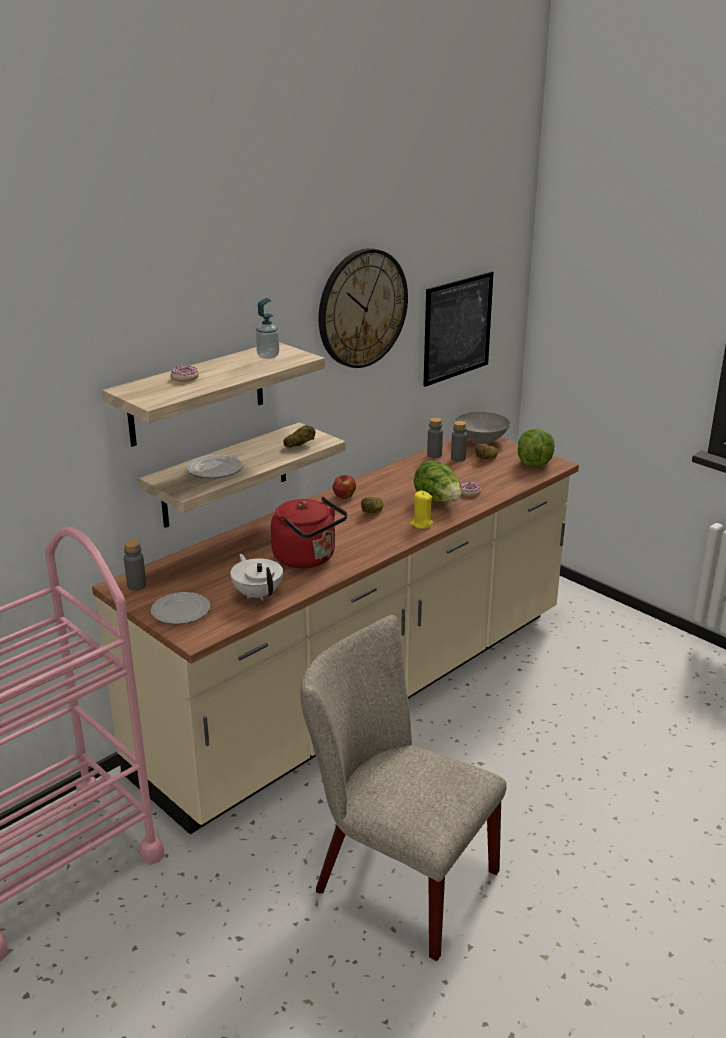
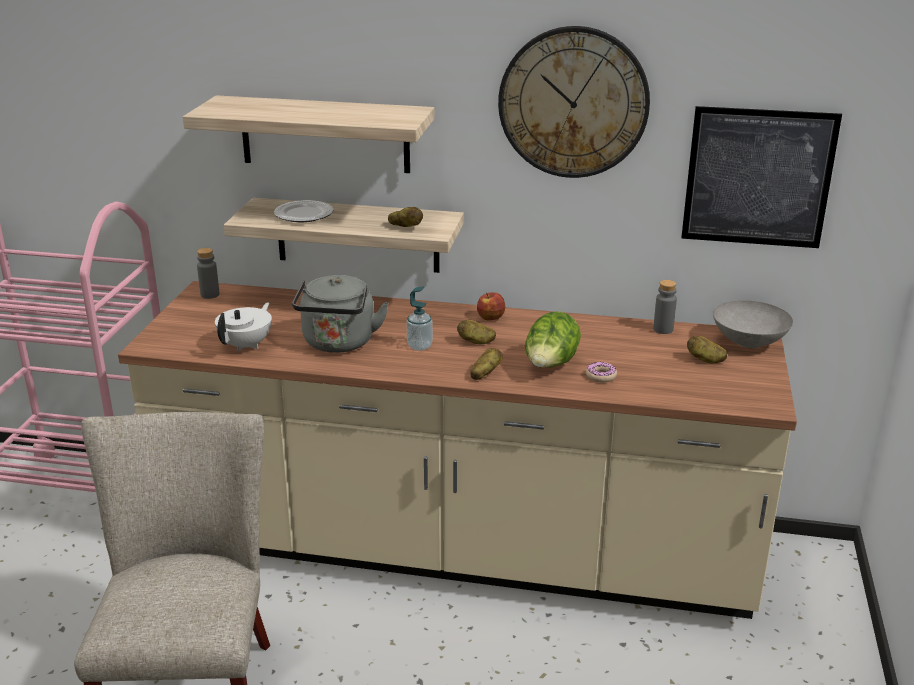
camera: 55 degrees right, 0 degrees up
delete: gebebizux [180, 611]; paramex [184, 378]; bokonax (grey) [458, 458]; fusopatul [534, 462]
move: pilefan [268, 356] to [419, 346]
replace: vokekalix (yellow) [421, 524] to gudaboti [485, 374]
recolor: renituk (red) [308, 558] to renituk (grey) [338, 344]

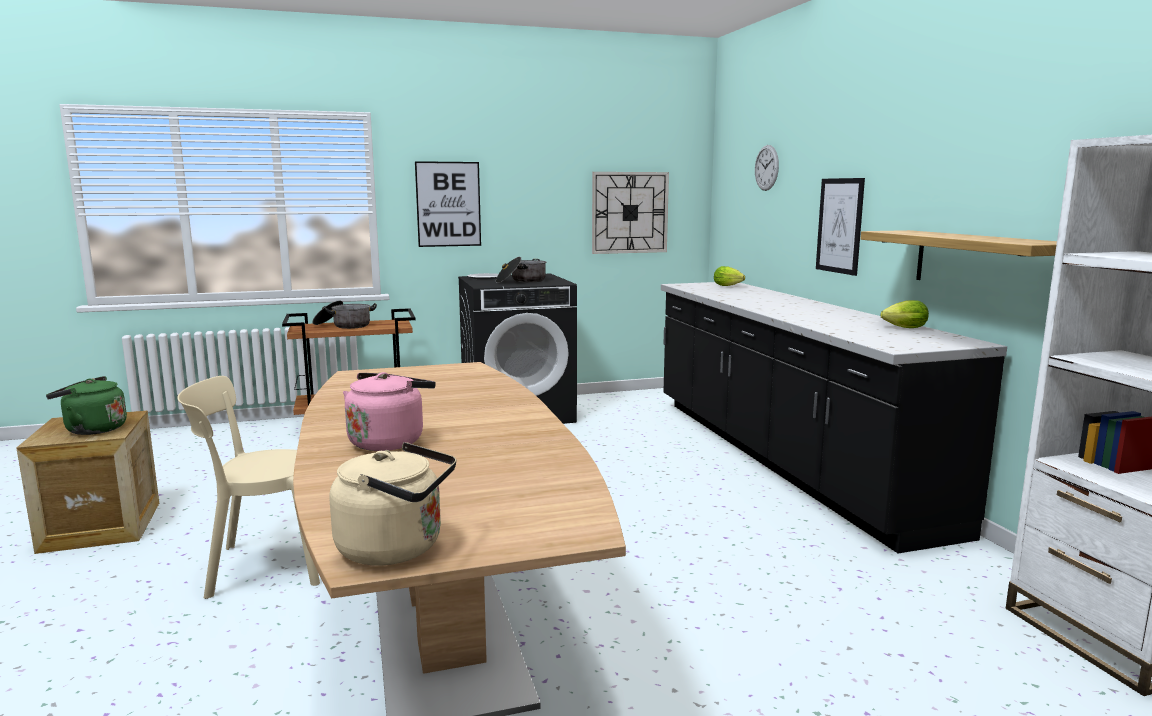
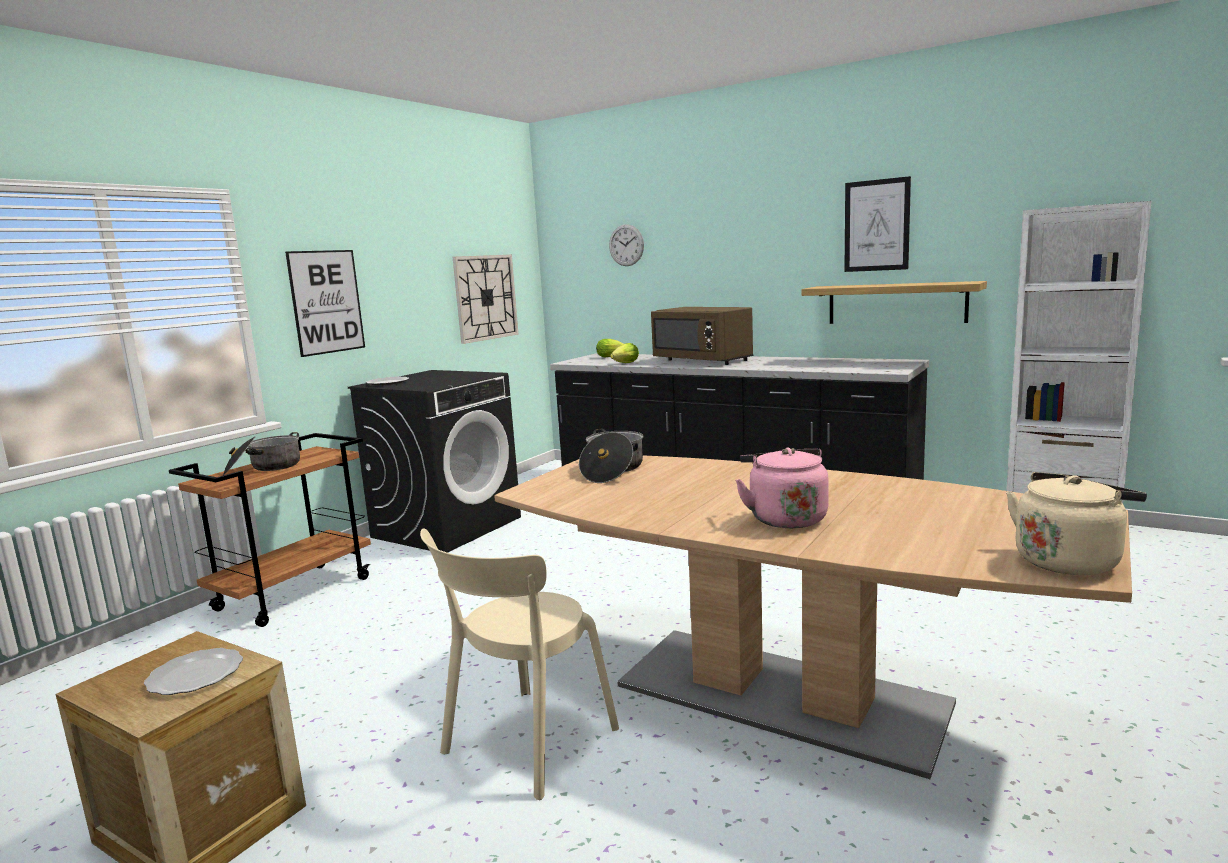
camera: 40 degrees left, 0 degrees up
insert: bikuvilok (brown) [703, 361]
move: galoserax [521, 281] to [612, 470]; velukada [839, 225] to [876, 225]; fusopatul [902, 328] to [624, 363]
replace: renituk (green) [92, 429] to gebebizux [194, 675]

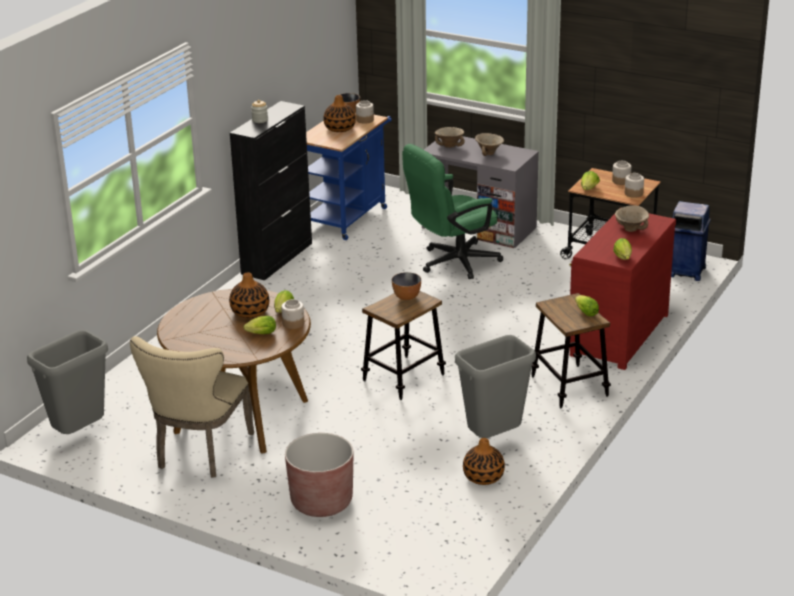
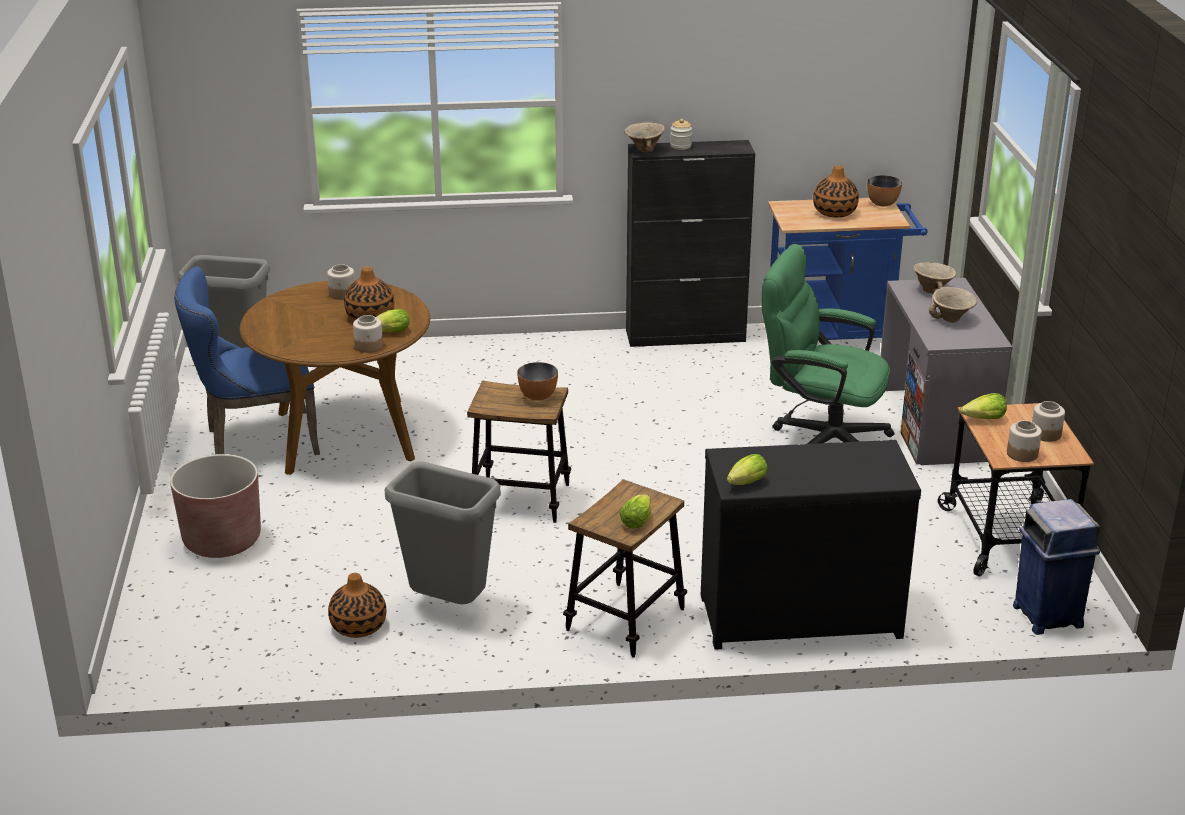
camera: 55 degrees right, 0 degrees up
delete: fusopatul [260, 334]
move: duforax [365, 120] to [342, 294]; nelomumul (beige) [630, 230] to [643, 150]
recolor: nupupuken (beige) [200, 453] to nupupuken (blue) [255, 440]; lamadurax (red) [616, 334] to lamadurax (black) [797, 613]

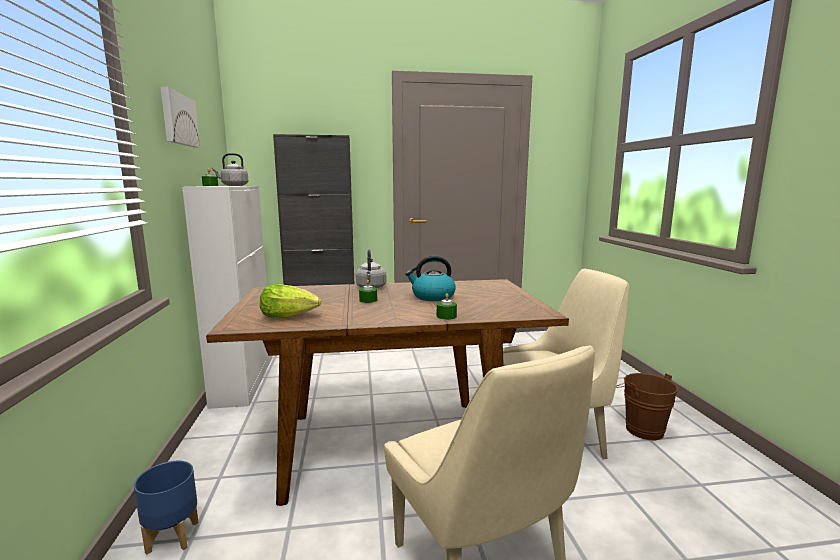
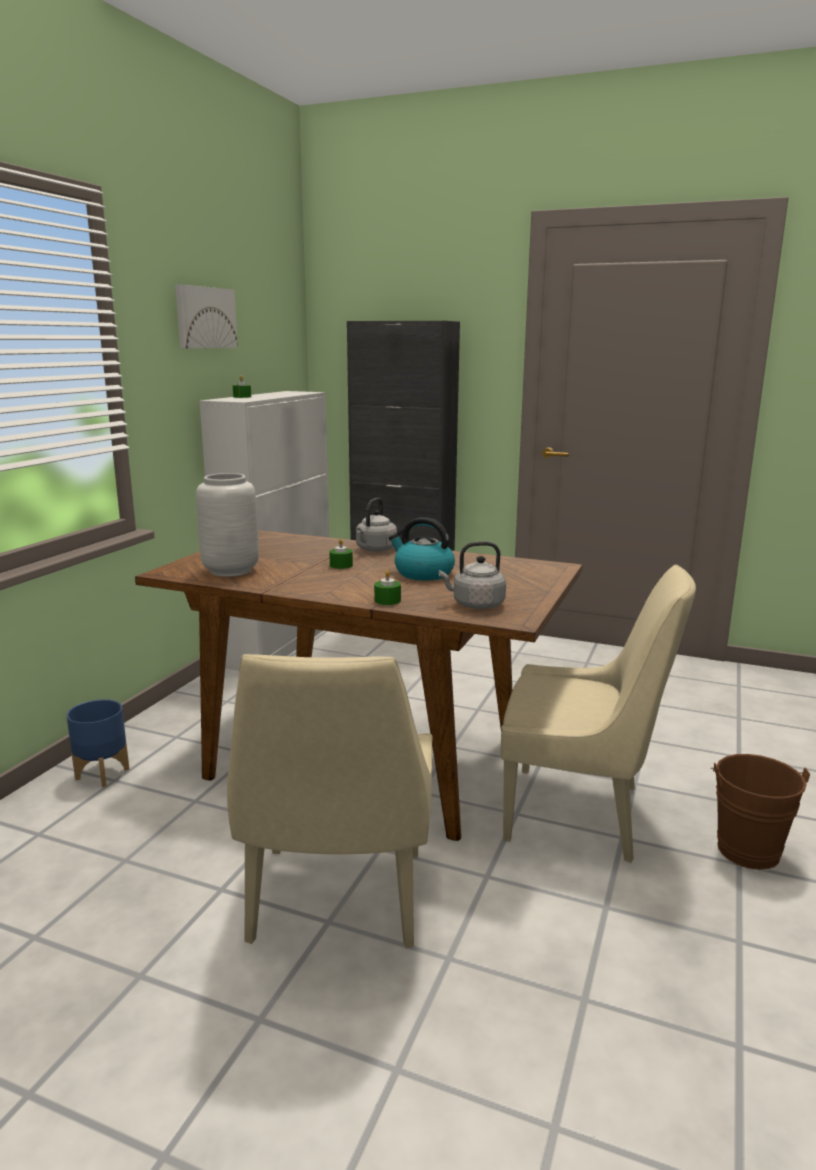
camera: 30 degrees right, 5 degrees up
move: renituk (grey) [233, 185] to [475, 605]
replace: fusopatul [289, 316] to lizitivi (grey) [231, 570]

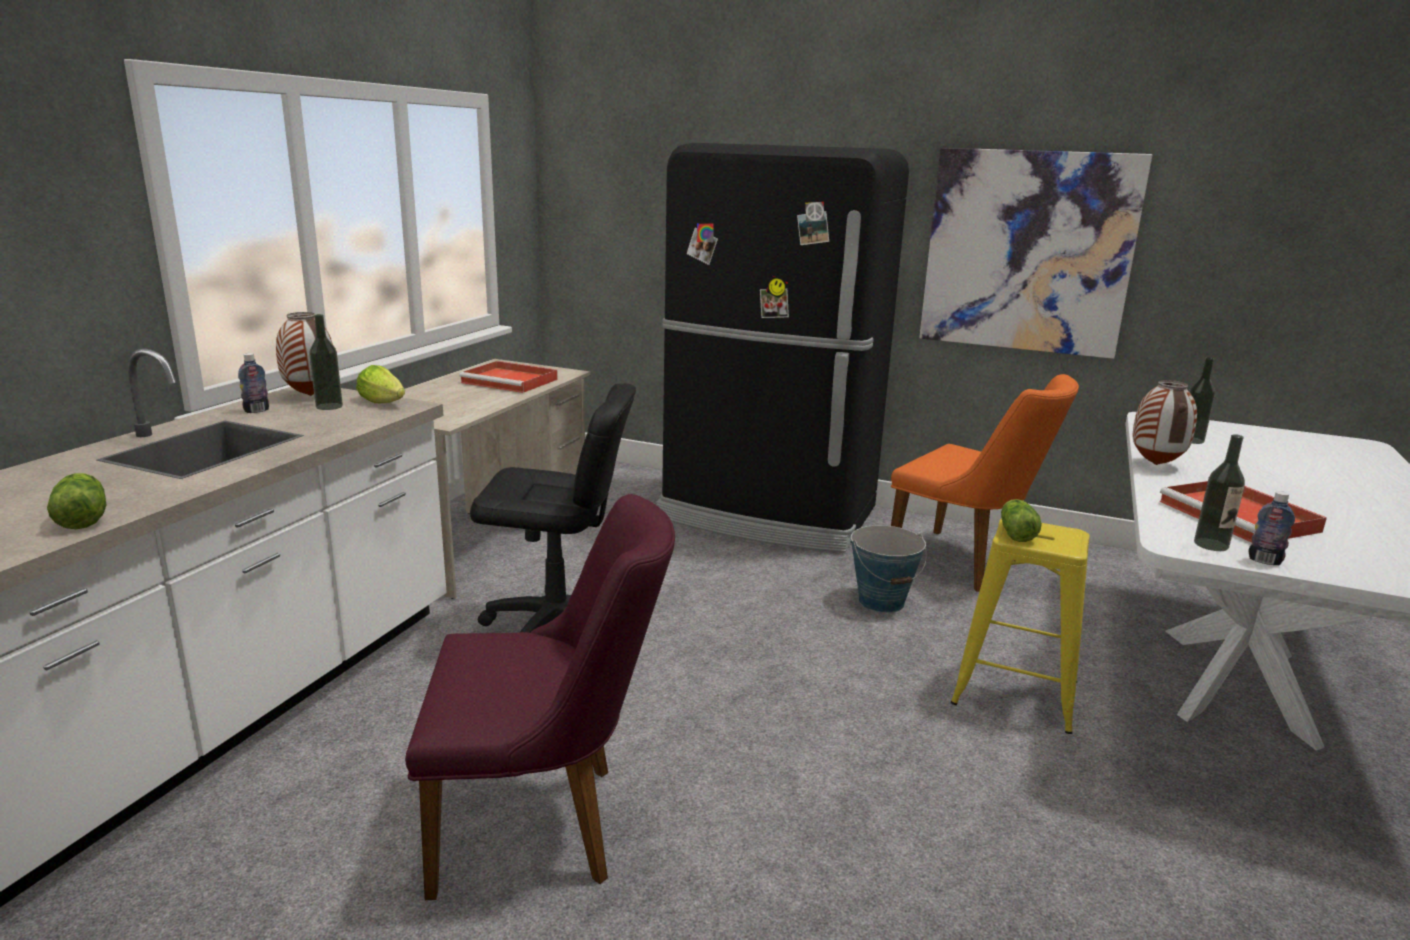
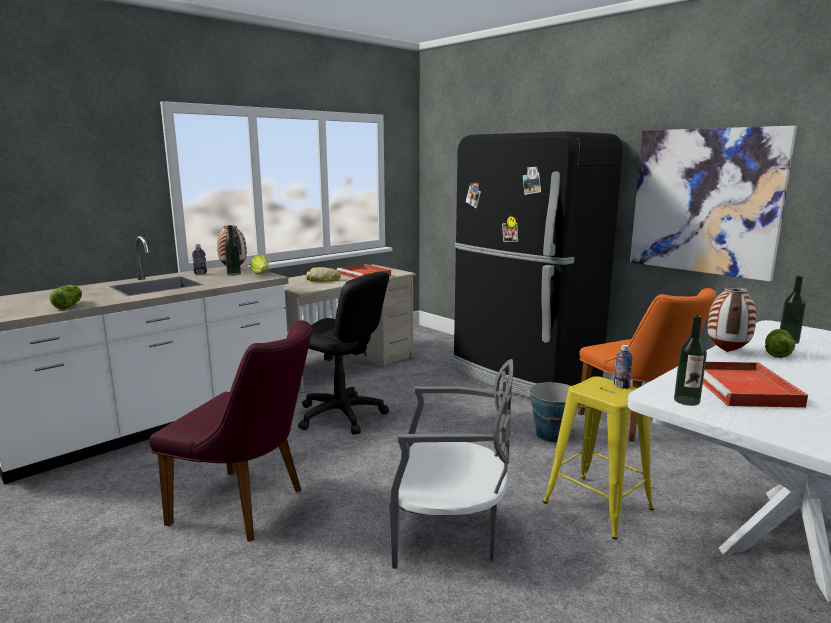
camera: 25 degrees right, 5 degrees down
insert: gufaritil [323, 280]; nupupuken (grey) [449, 535]
move: fusopatul [1016, 532] to [777, 353]; bokonax [1264, 561] to [621, 386]

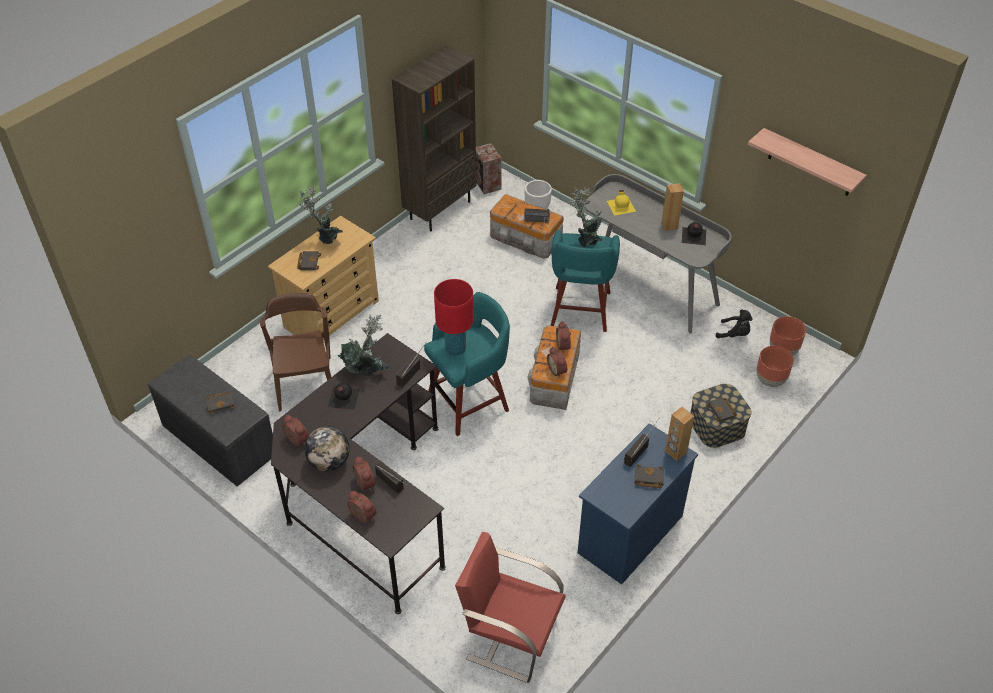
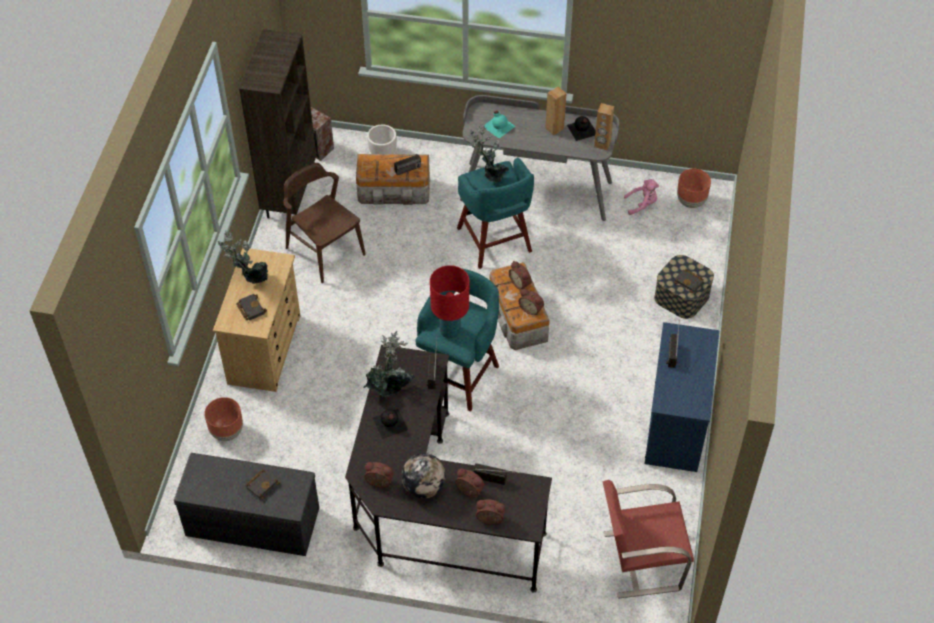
camera: 30 degrees left, 5 degrees up
delete: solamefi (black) [648, 478]; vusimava [810, 163]
move: nupupuken (brown) [305, 383] to [325, 251]; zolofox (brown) [675, 452] to [602, 144]; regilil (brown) [770, 380] to [226, 431]
recolor: bokonax (yellow) [621, 205] to bokonax (turquoise) [498, 126]; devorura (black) [734, 334] to devorura (pink) [642, 204]

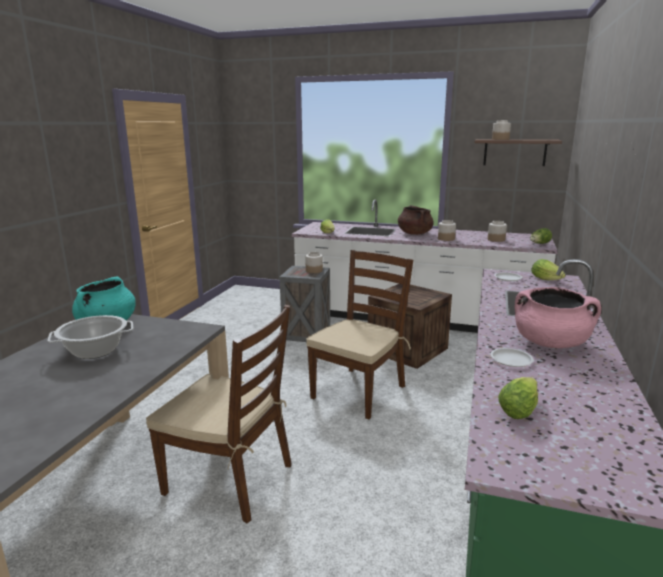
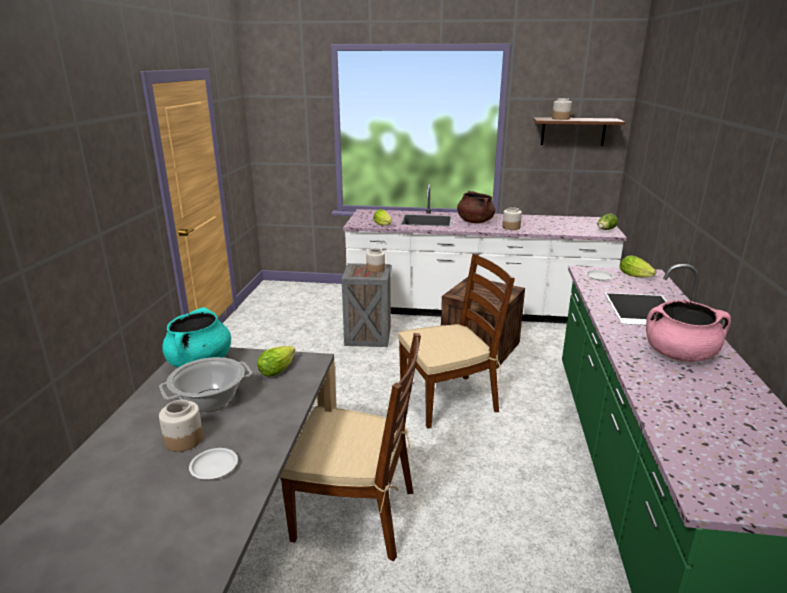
camera: 10 degrees left, 5 degrees up
move: duforax [496, 240] to [183, 440]; gebebizux (white) [511, 360] to [214, 466]; fusopatul [520, 408] to [279, 368]
rotate: nupupuken (brown) [359, 391] = [449, 400] 45 degrees clockwise

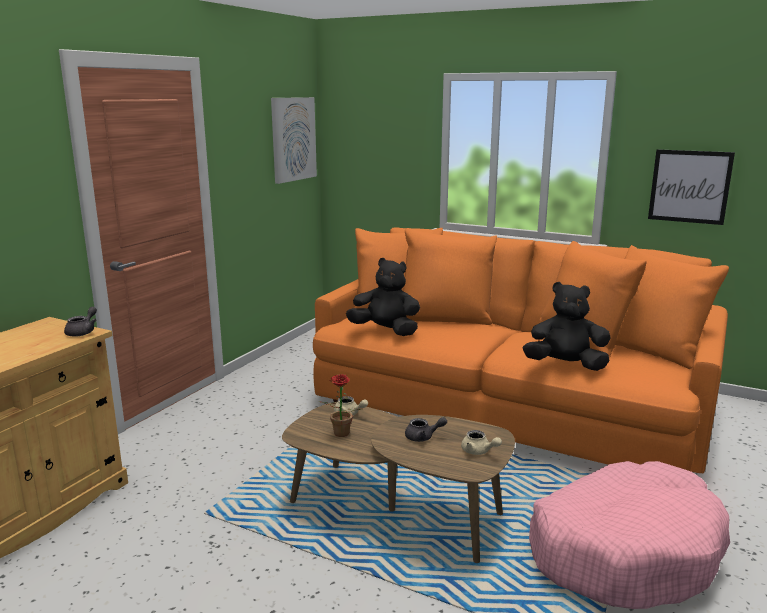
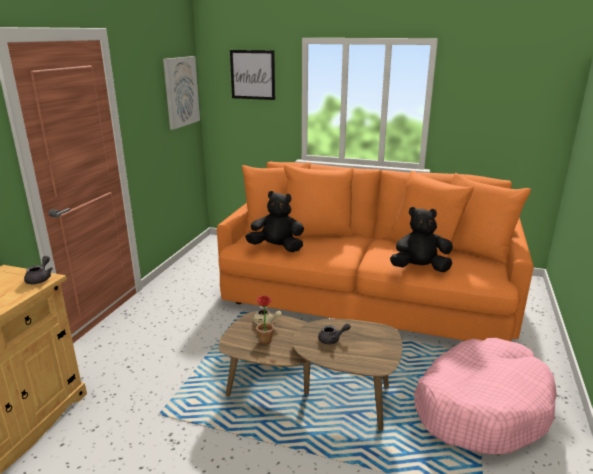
camera: 10 degrees left, 5 degrees up
delete: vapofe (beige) [478, 451]
move: velukada [689, 186] to [252, 75]

